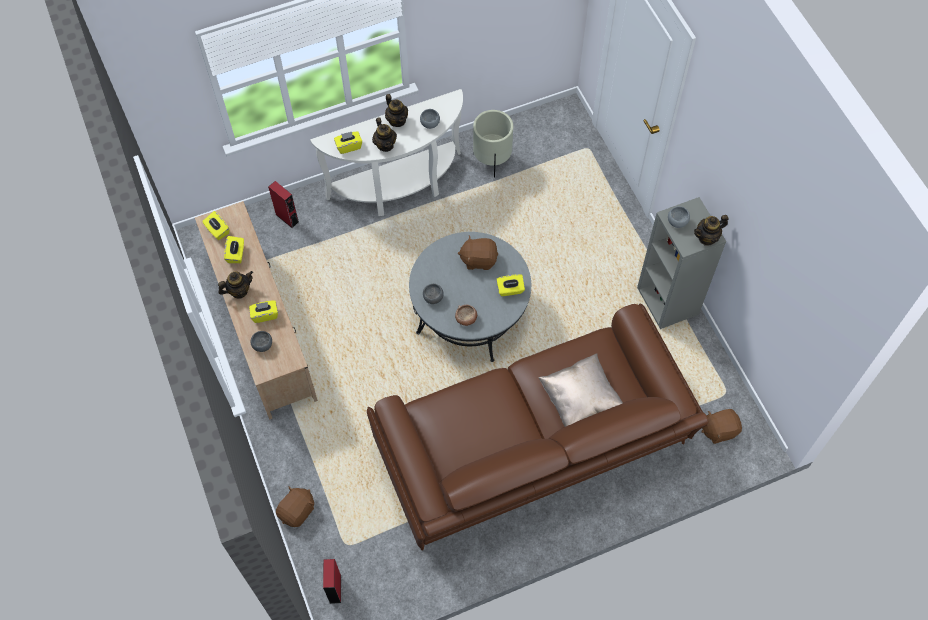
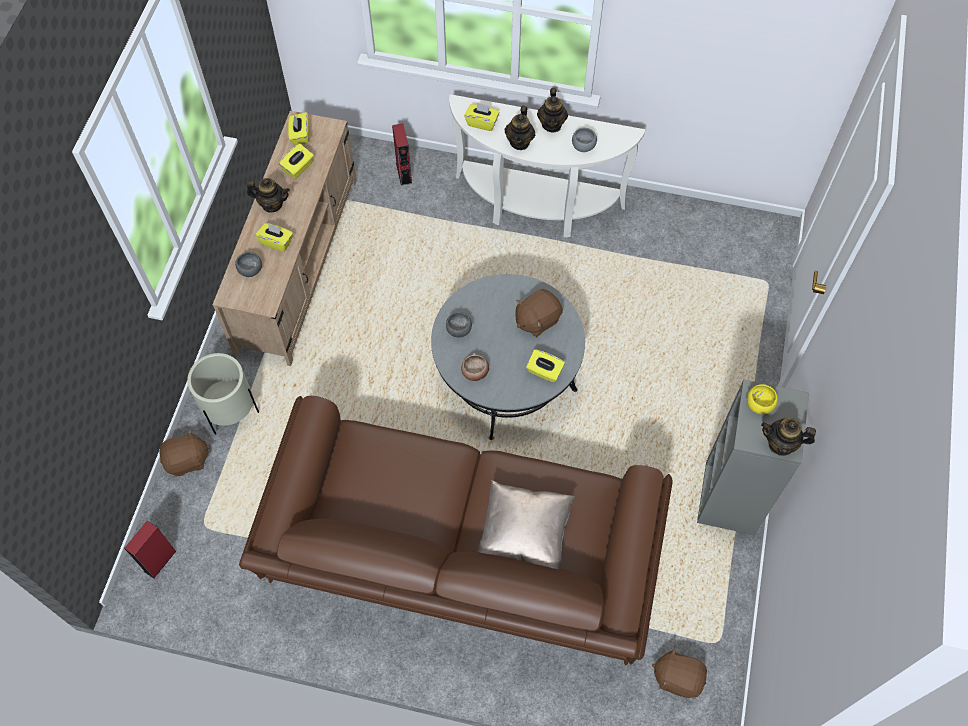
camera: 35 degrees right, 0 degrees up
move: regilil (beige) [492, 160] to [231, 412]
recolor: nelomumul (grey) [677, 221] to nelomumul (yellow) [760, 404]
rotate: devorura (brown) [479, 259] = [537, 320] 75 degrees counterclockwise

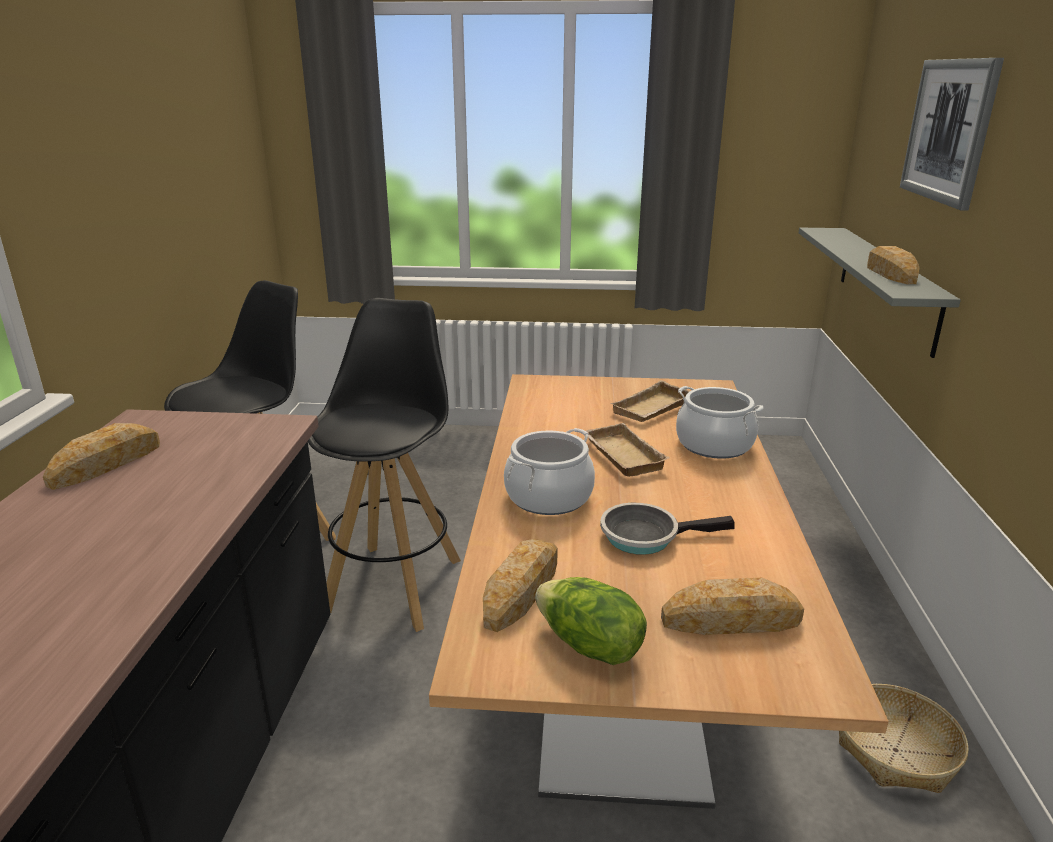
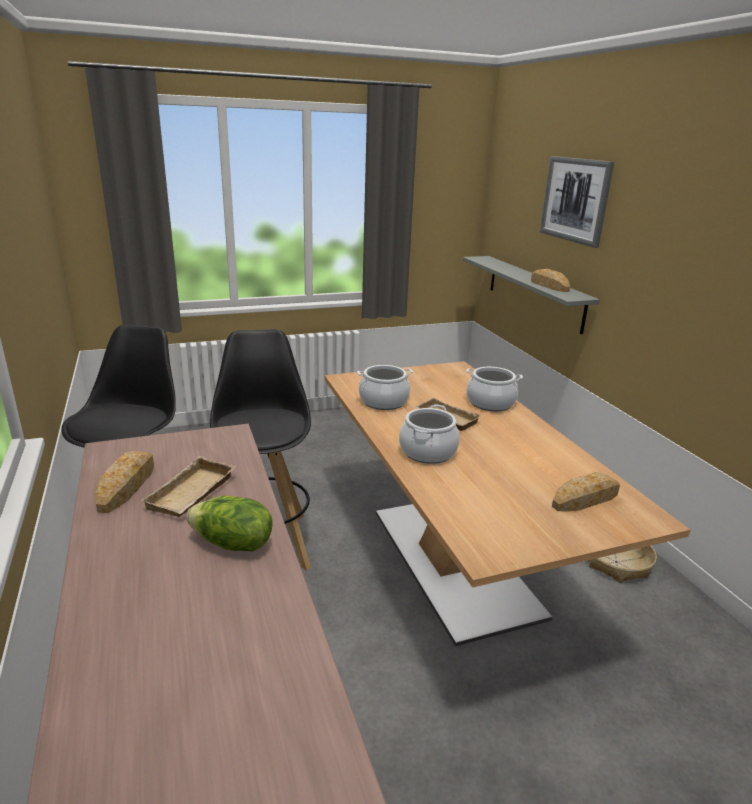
camera: 25 degrees left, 0 degrees up
delete: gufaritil [520, 590]; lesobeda [645, 536]
insert: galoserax [383, 401]
move: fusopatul [589, 646] to [232, 544]; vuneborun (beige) [653, 409] to [193, 494]

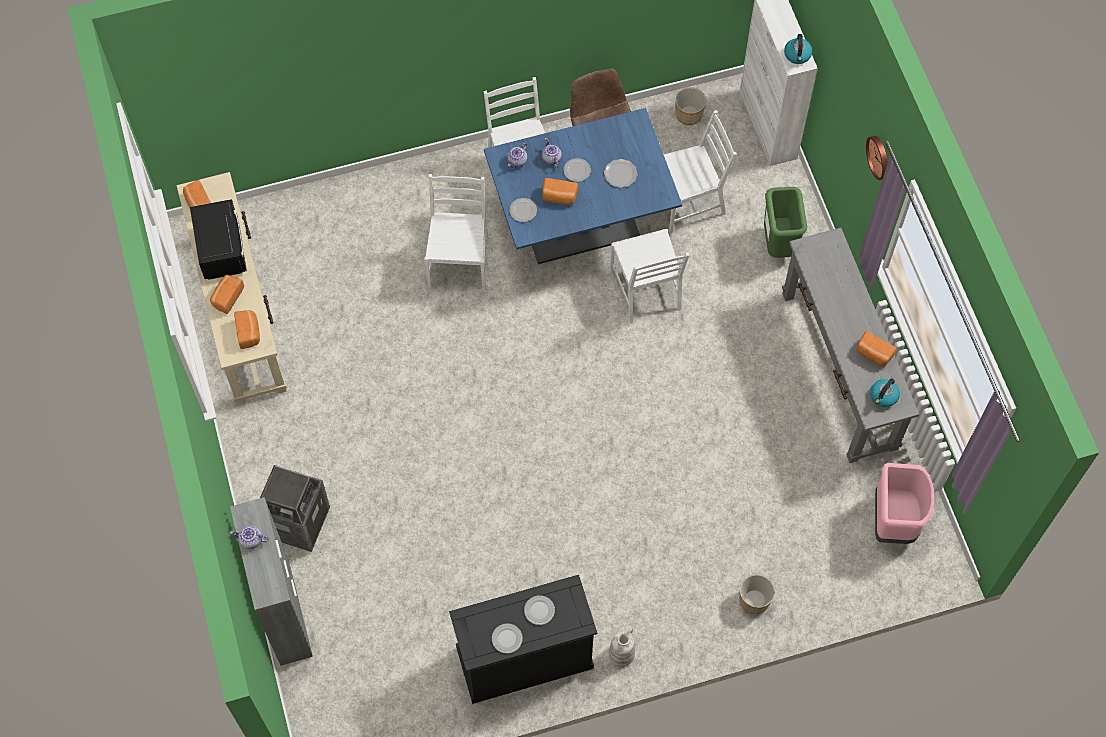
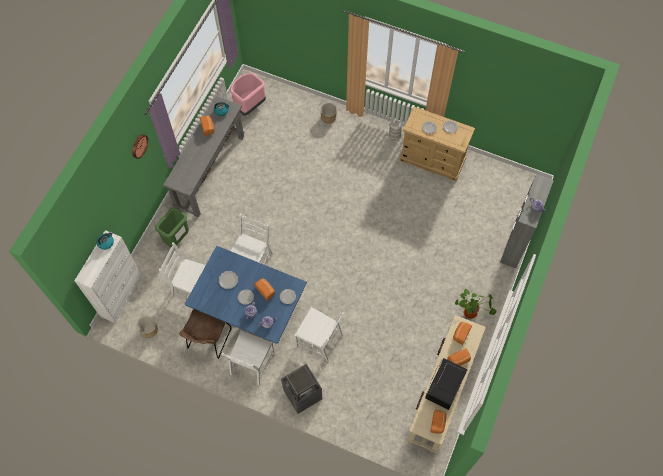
camera: 140 degrees left, 0 degrees up
insert: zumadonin [472, 312]
move: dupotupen [297, 522] to [302, 395]
recolor: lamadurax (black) [524, 657] to lamadurax (beige) [432, 159]
rotate: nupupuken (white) [459, 261] = [320, 340] 105 degrees counterclockwise

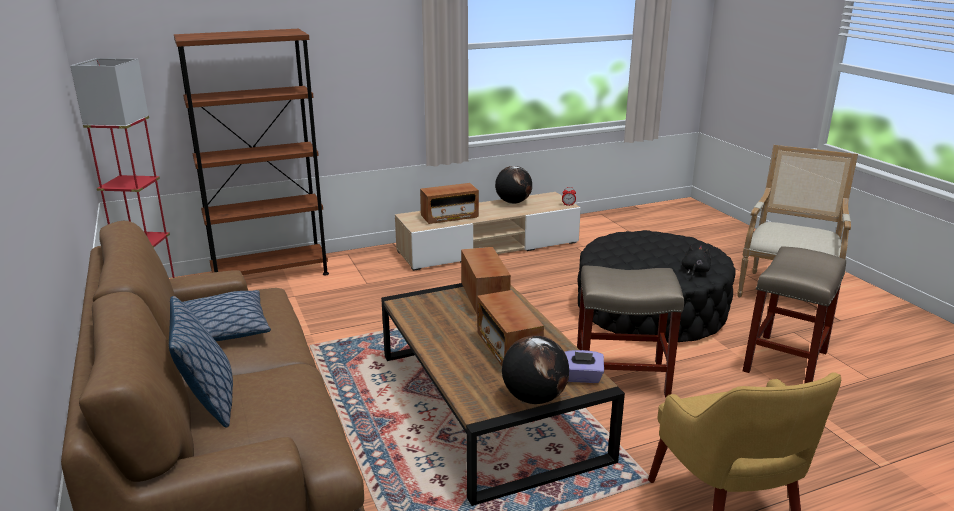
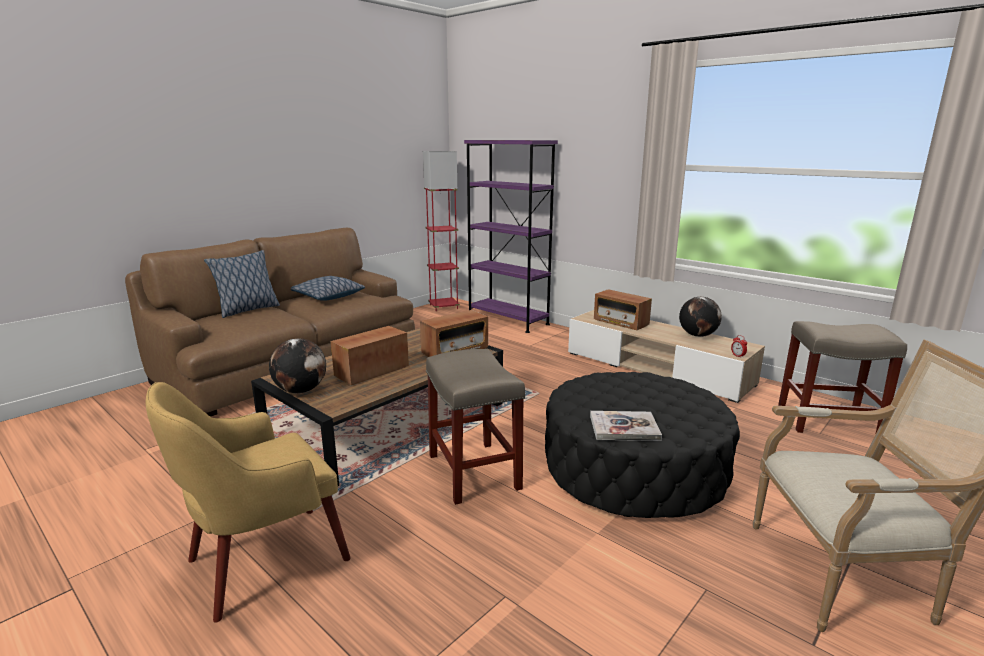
camera: 65 degrees right, 5 degrees down
delete: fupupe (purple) [582, 377]
move: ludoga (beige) [785, 361] to [829, 421]
replace: devorura (black) [695, 271] to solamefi [624, 428]
recolor: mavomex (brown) [270, 274] to mavomex (purple) [508, 320]

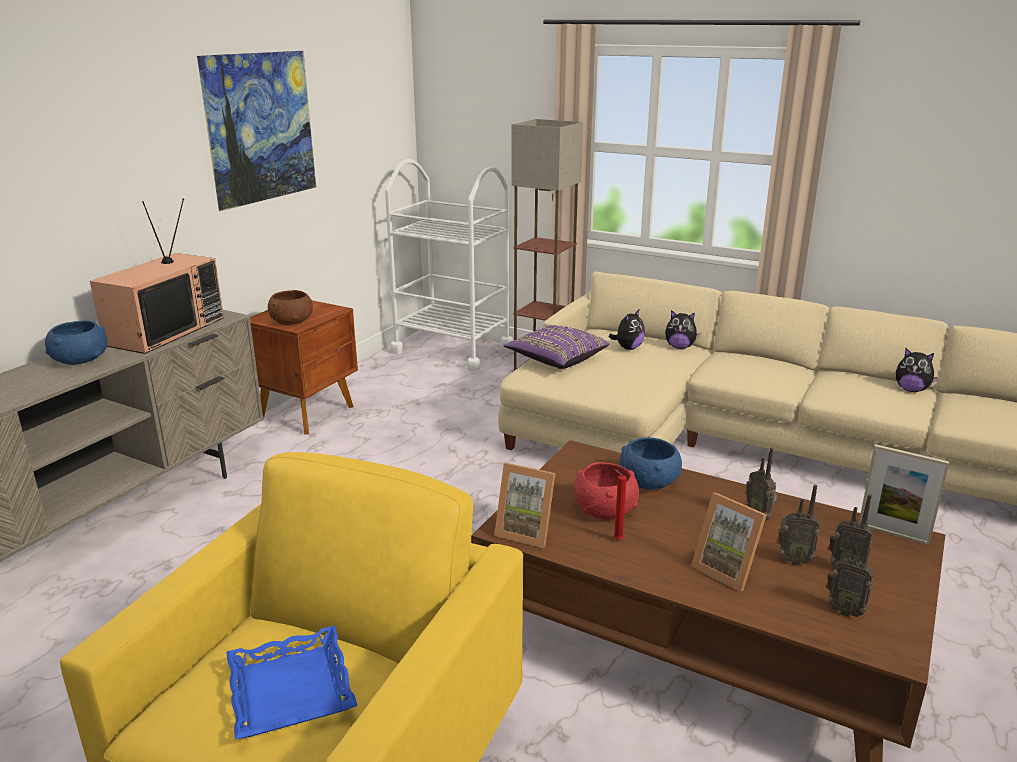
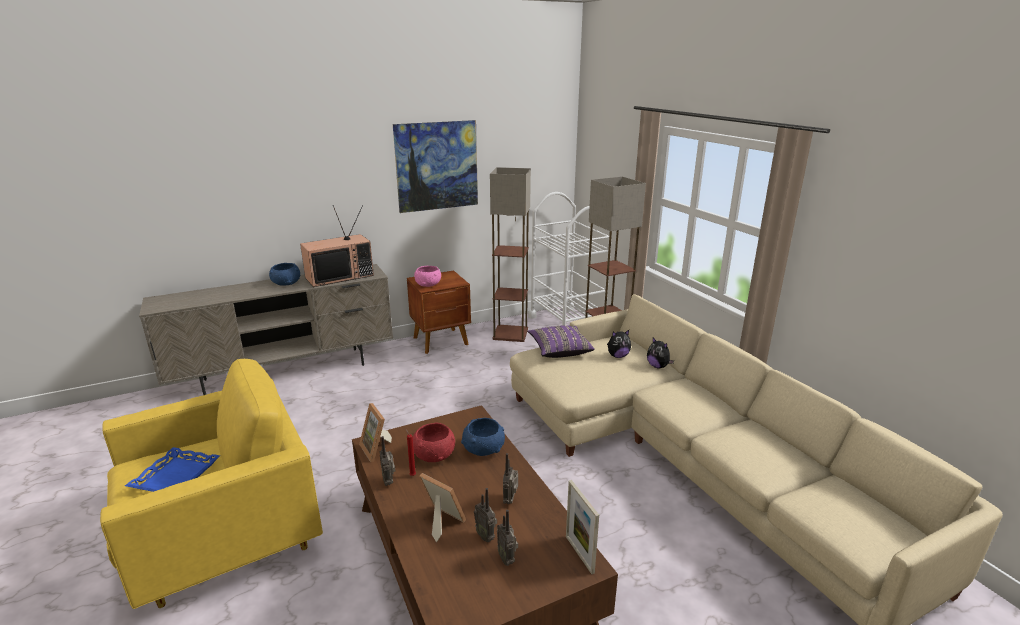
camera: 35 degrees right, 0 degrees up
delete: devorura [911, 390]
insert: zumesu [511, 333]
move: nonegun [844, 610] to [389, 481]
recolor: nelomumul (brown) [292, 321] to nelomumul (pink) [428, 284]
rotate: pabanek [727, 569] = [440, 522] 135 degrees clockwise

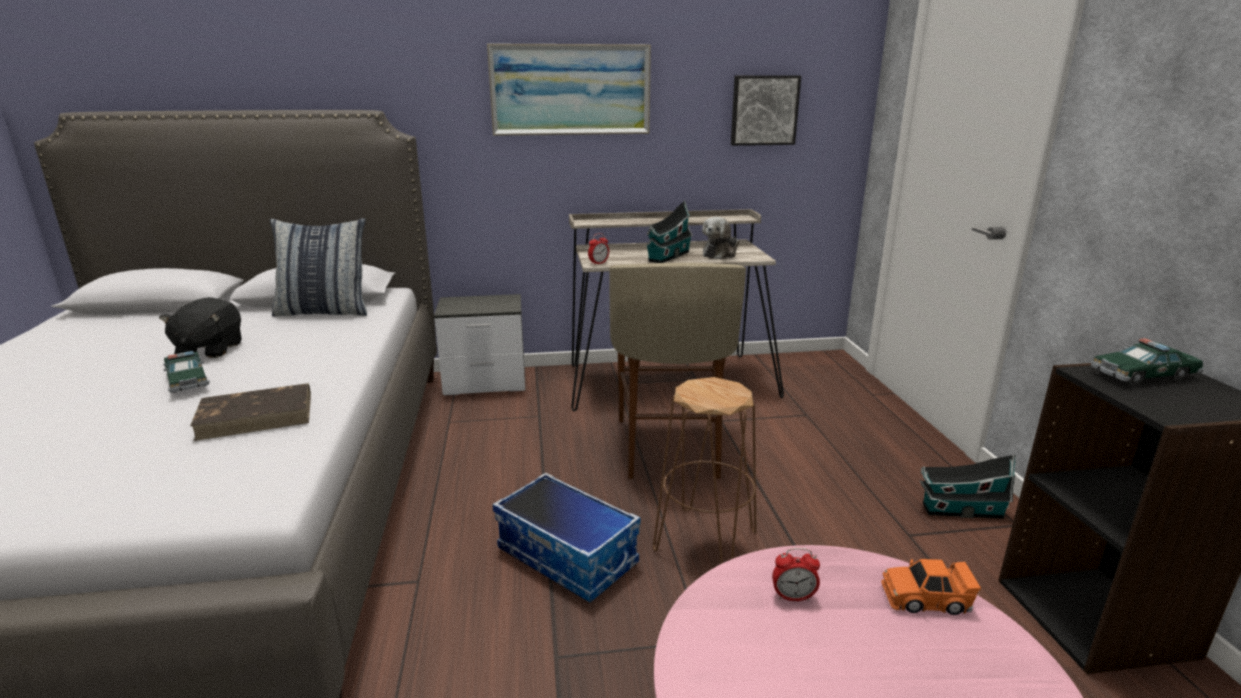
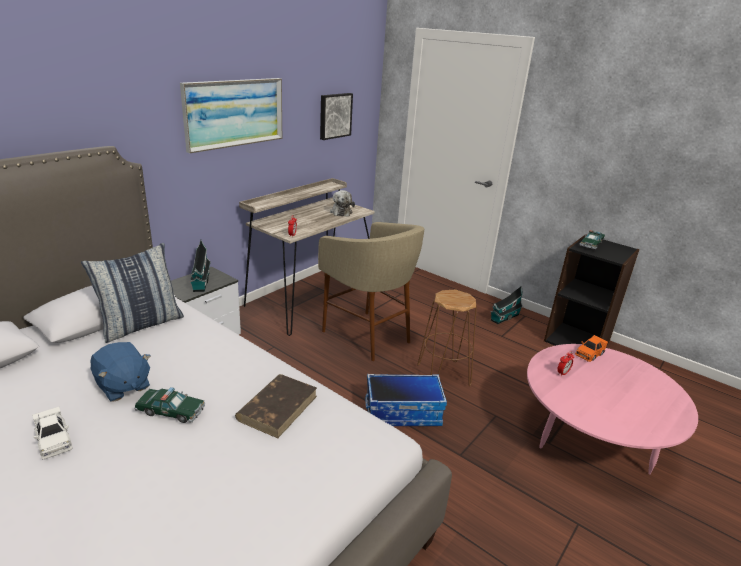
camera: 45 degrees left, 5 degrees up
insert: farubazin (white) [54, 440]
move: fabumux [668, 257] to [201, 283]
recolor: devorura (black) [209, 350] to devorura (blue) [123, 386]

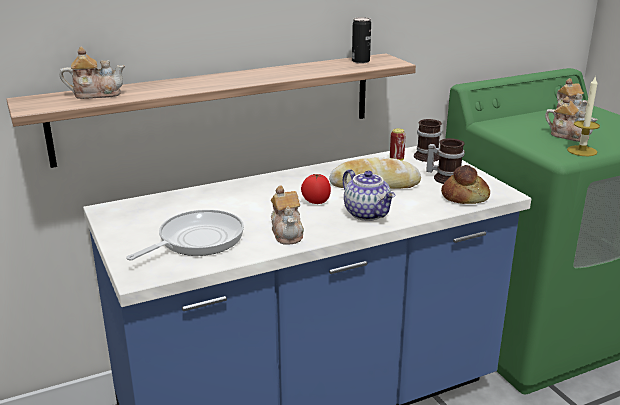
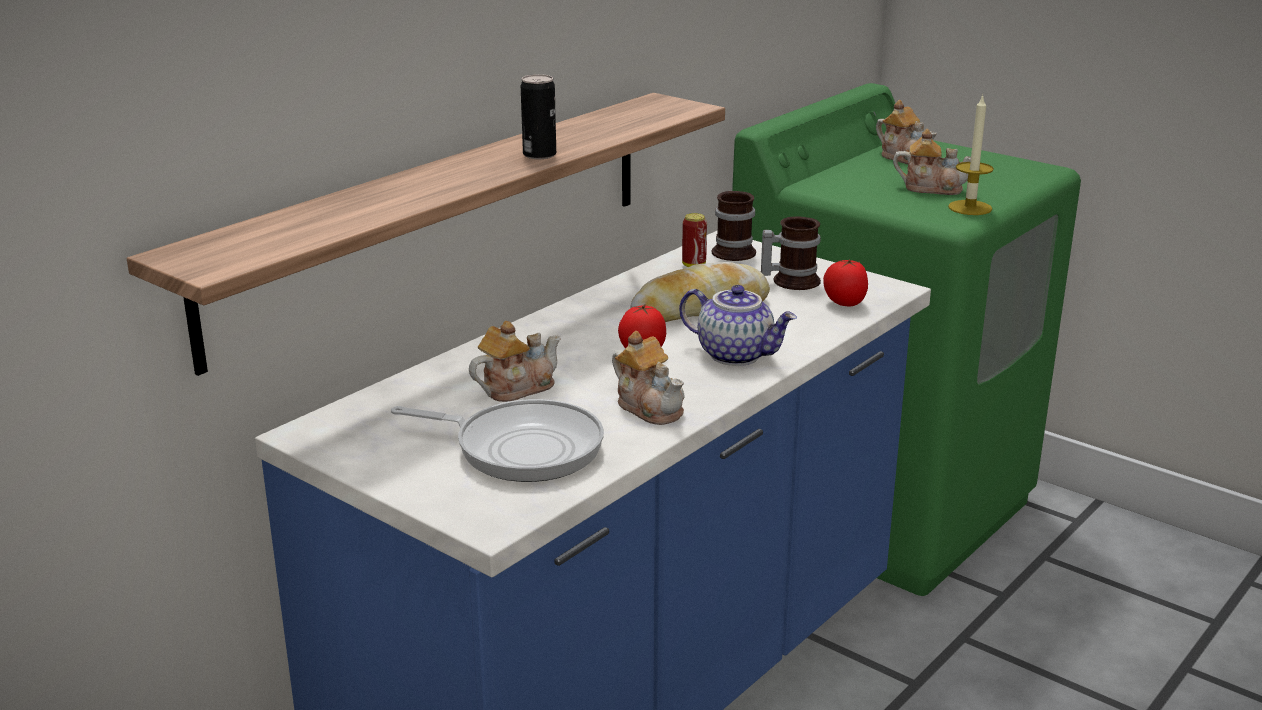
camera: 25 degrees left, 0 degrees up
move: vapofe [96, 94] to [516, 388]; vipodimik [360, 61] to [539, 155]
replace: gufaritil [464, 196] to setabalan [844, 303]
rotate: lesobeda [197, 240] = [521, 448] 90 degrees clockwise

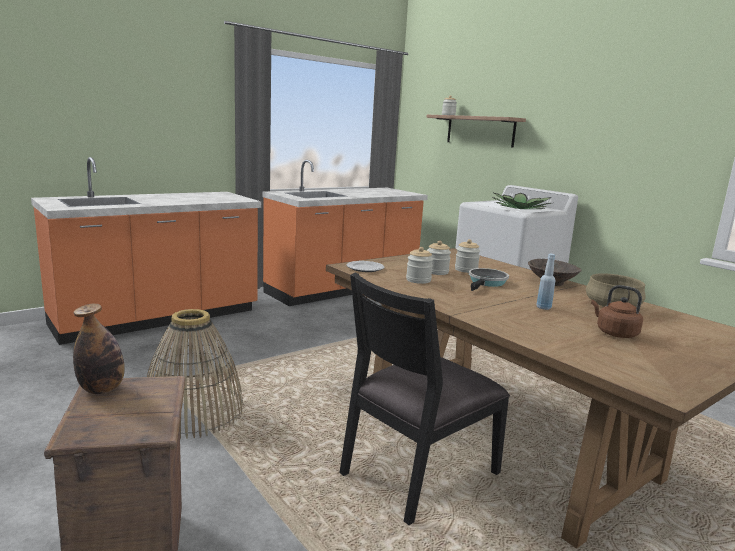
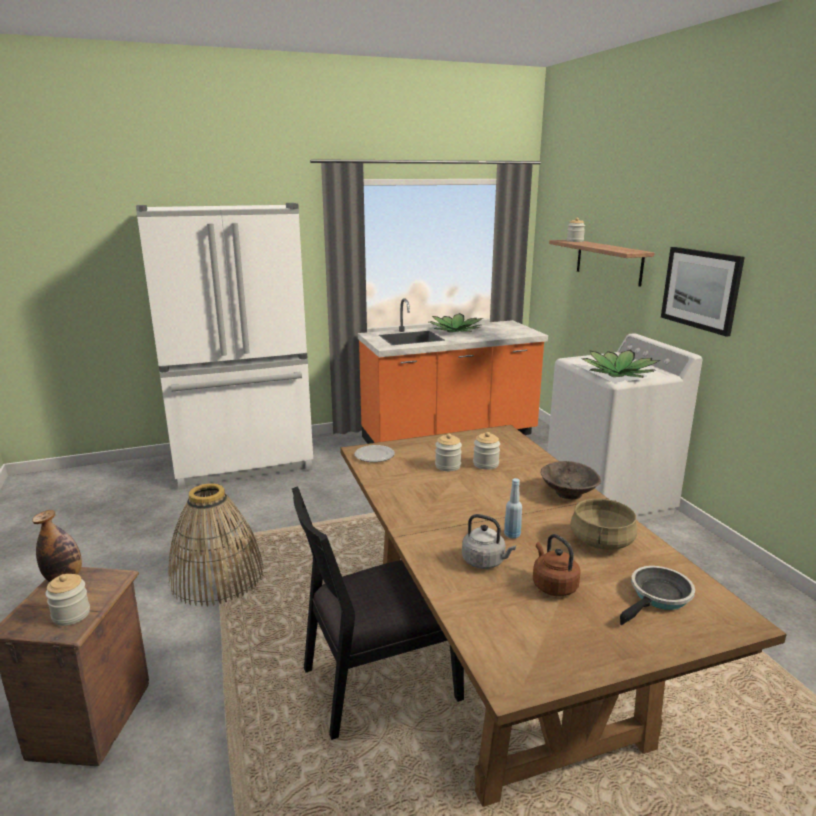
camera: 20 degrees right, 5 degrees up
insert: zumadonin [456, 330]; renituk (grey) [485, 562]; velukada [701, 289]
move: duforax [418, 280] to [71, 615]; lesobeda [486, 283] to [658, 597]
replace: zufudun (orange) [158, 319] to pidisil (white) [244, 464]

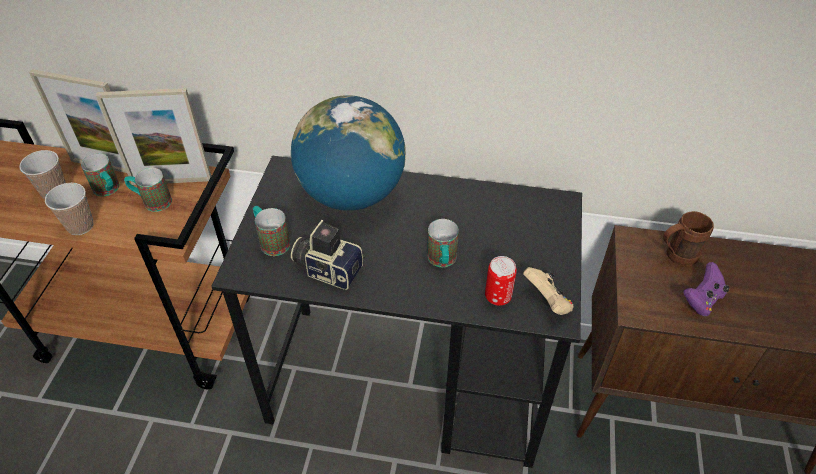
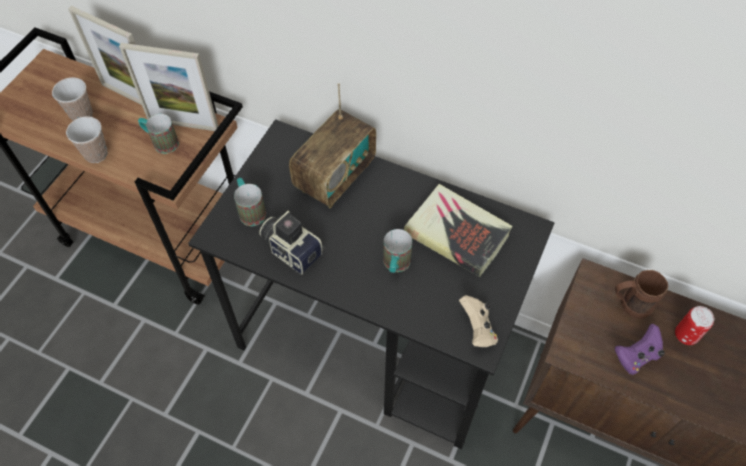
camera: 15 degrees right, 10 degrees up
delete: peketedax [109, 190]
insert: solamefi [456, 234]
move: vipodimik [498, 297] to [685, 335]
replace: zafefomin [351, 194] to nonegun [335, 177]

